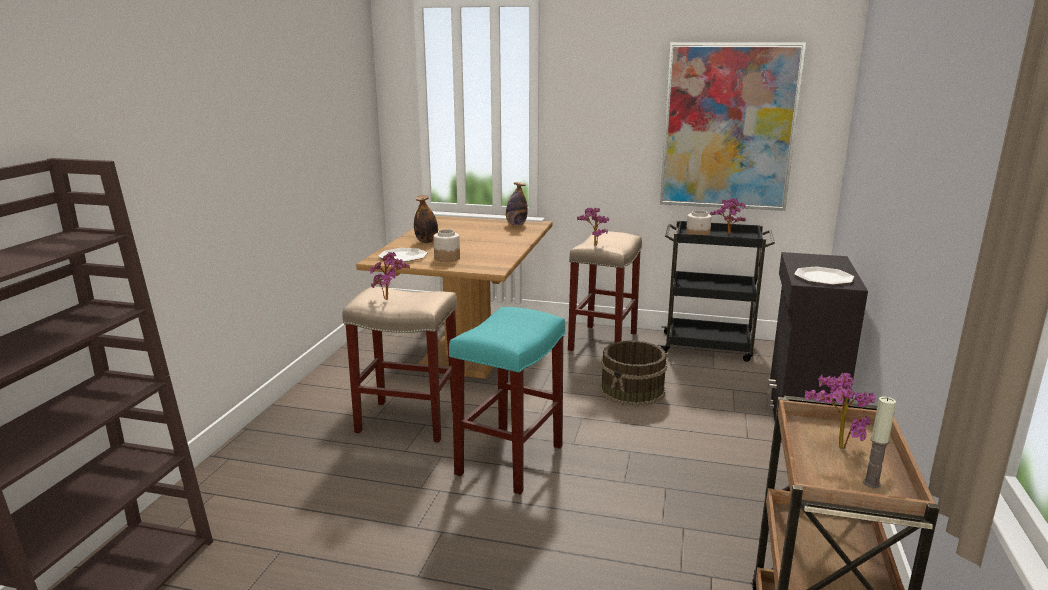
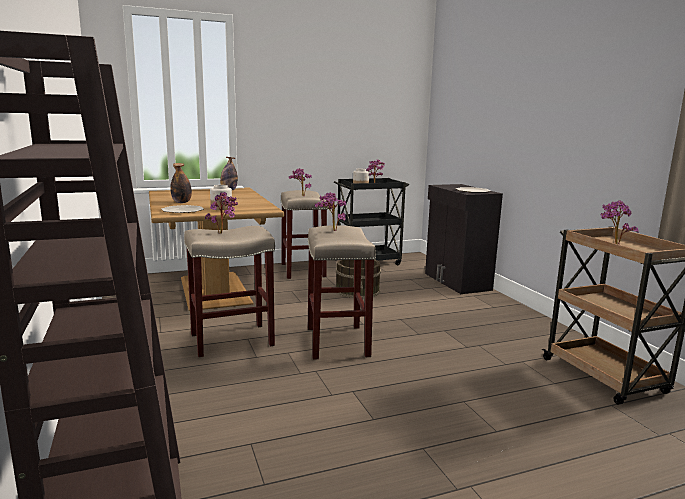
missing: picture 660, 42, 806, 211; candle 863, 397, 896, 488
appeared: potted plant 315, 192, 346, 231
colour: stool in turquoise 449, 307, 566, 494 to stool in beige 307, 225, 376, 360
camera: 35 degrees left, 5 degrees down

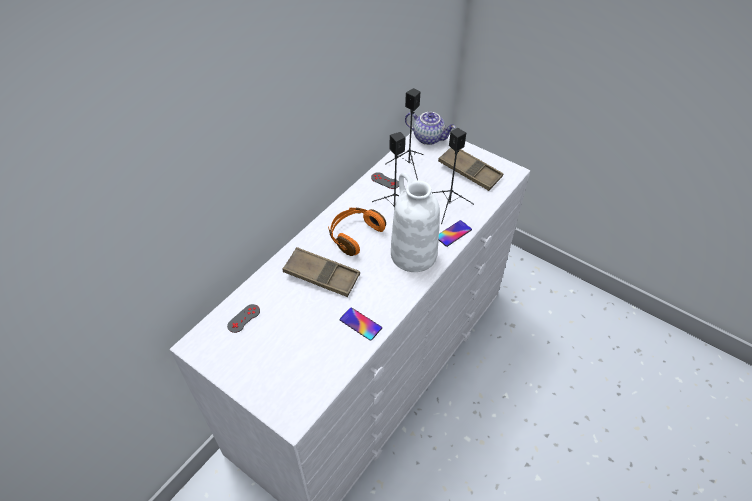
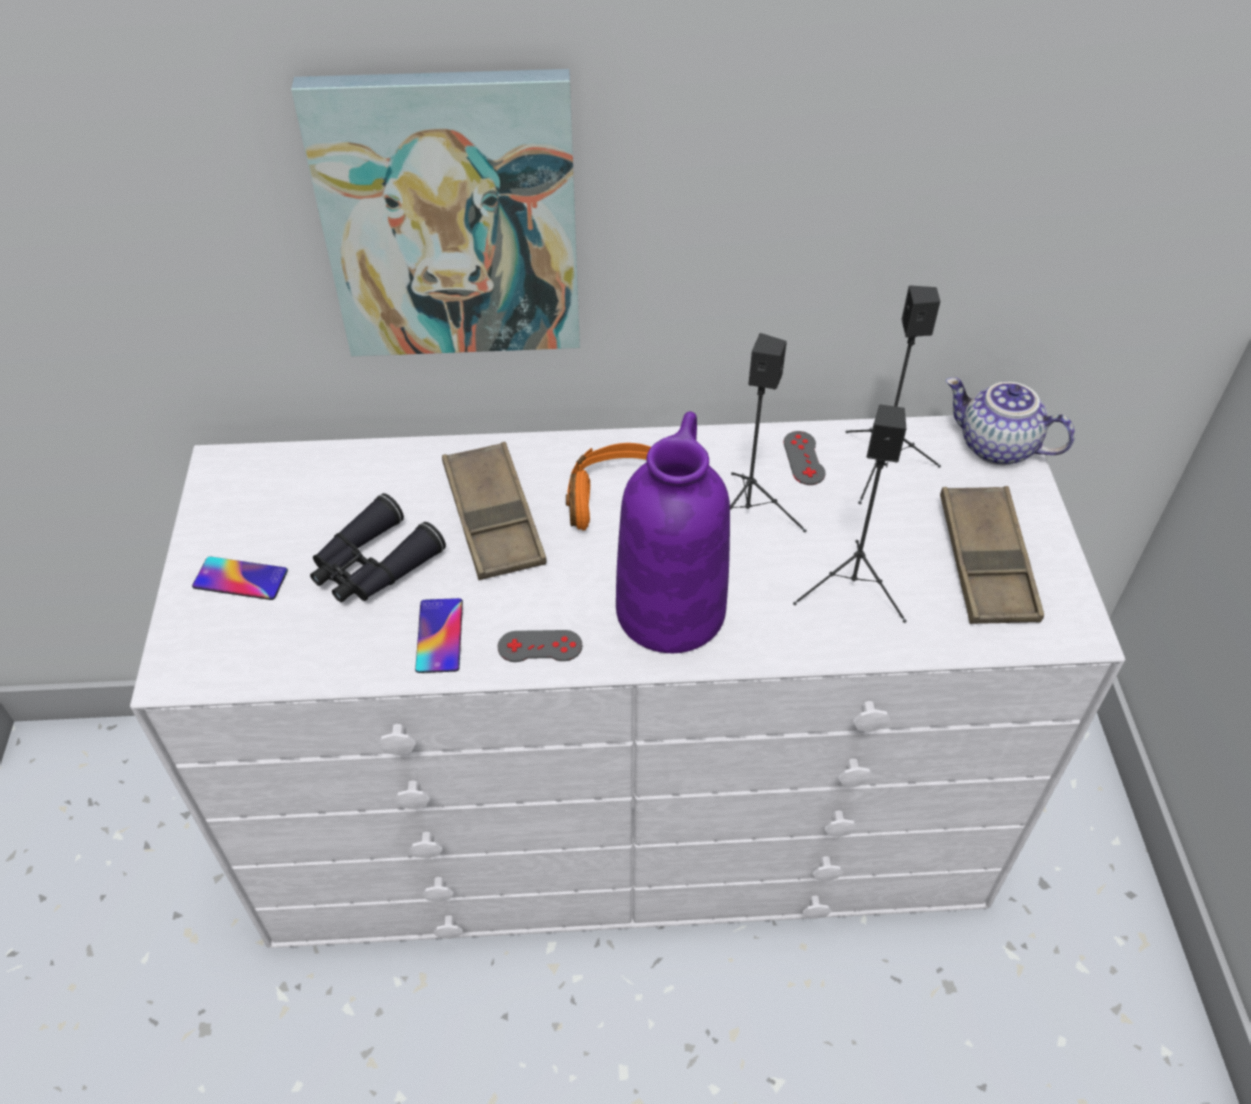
appeared: picture 291, 69, 580, 356; binoculars in black 310, 493, 446, 602
relocated: game controller in grey 227, 304, 260, 333 to 498, 630, 582, 662; phone 439, 220, 472, 247 to 192, 557, 288, 600
colour: vase in white 391, 173, 440, 272 to vase in purple 616, 411, 730, 653
spun: teapot 405, 112, 456, 145 = 946, 377, 1075, 465 135 degrees clockwise
camera: 50 degrees right, 0 degrees up

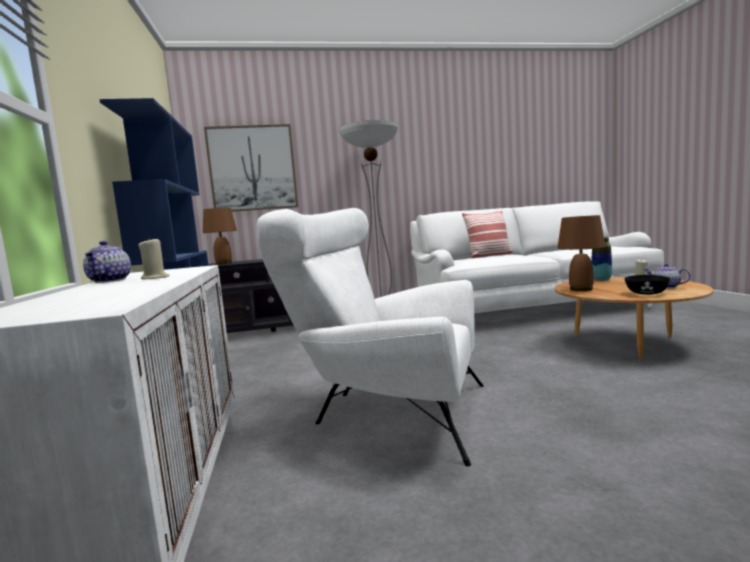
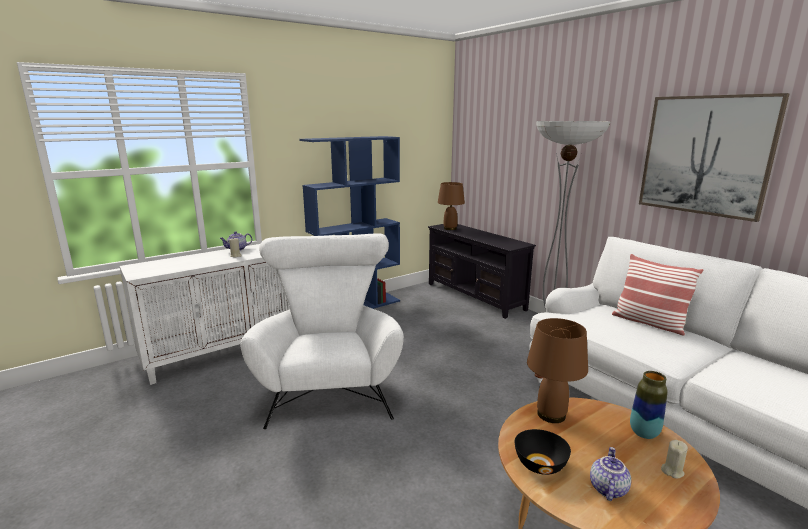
relocated: picture 204, 124, 298, 212 to 639, 93, 790, 222
camera: 65 degrees right, 10 degrees up

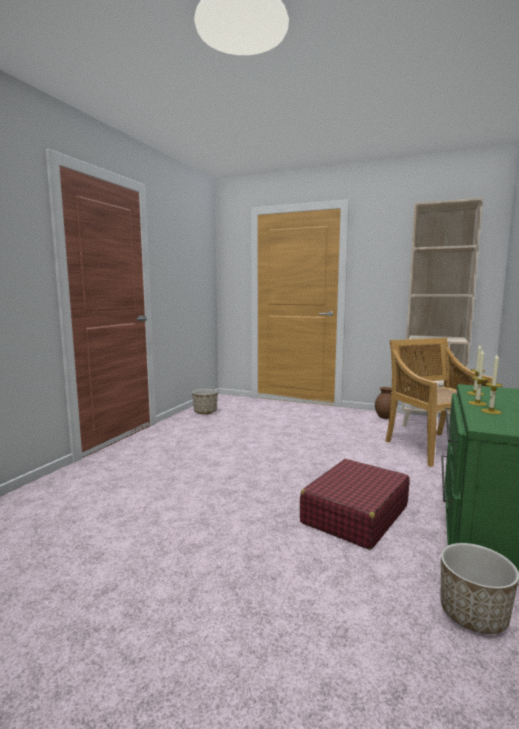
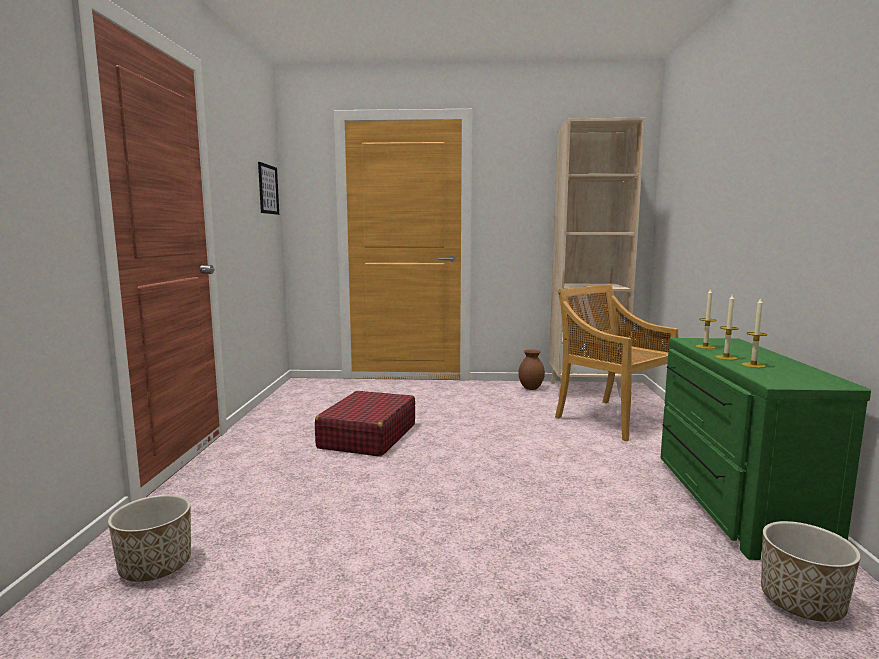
appeared: picture 258, 162, 279, 215
relocated: planter 192, 389, 218, 415 to 108, 494, 191, 582; suitcase in red 300, 459, 409, 550 to 315, 391, 415, 457
camera: 20 degrees left, 0 degrees up

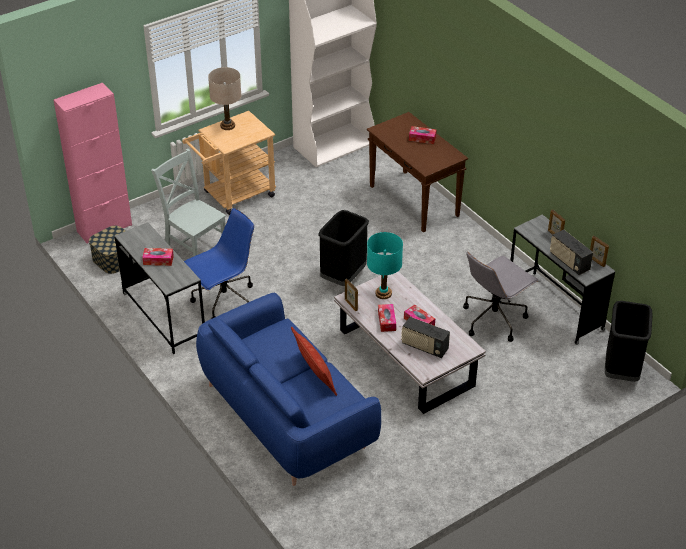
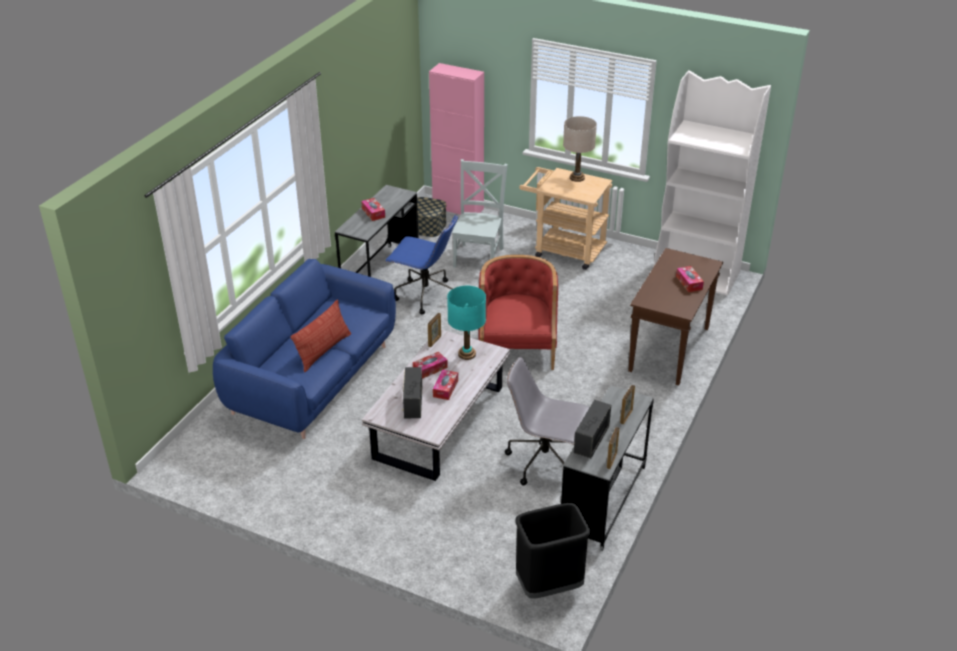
exchanged: trash can in black 318, 210, 369, 286 to armchair in red 478, 255, 558, 370
camera: 60 degrees right, 5 degrees down

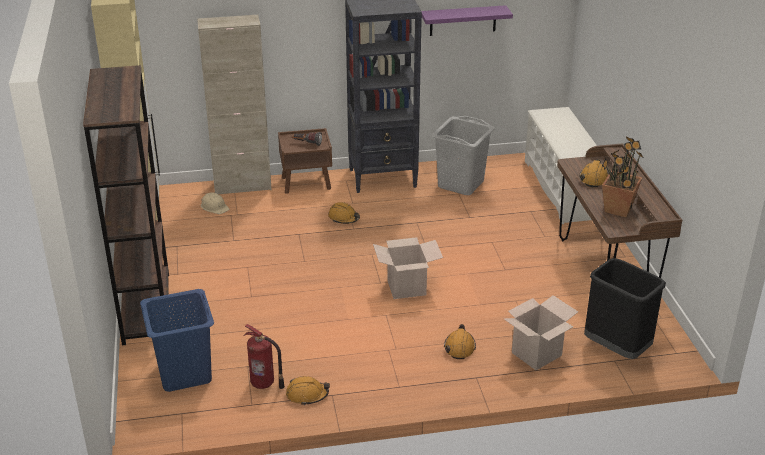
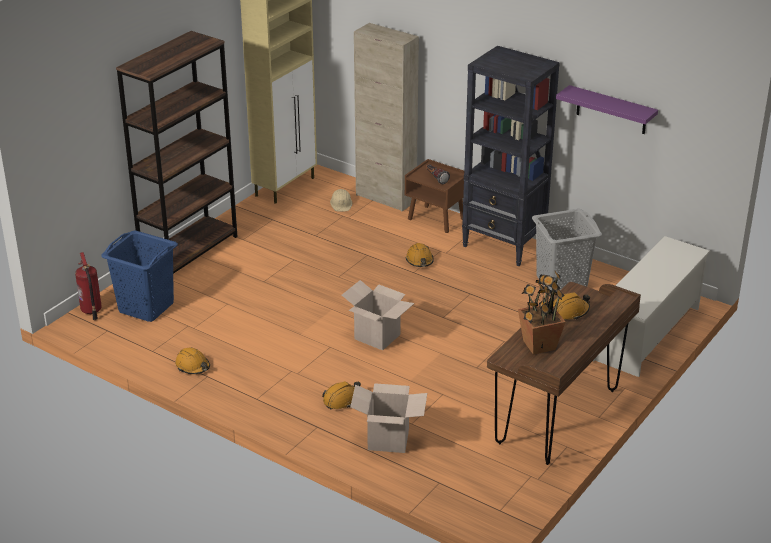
missing: trash can in black 584, 258, 666, 359
relocated: fire extinguisher 244, 324, 285, 389 to 75, 252, 102, 320
camera: 45 degrees right, 0 degrees up

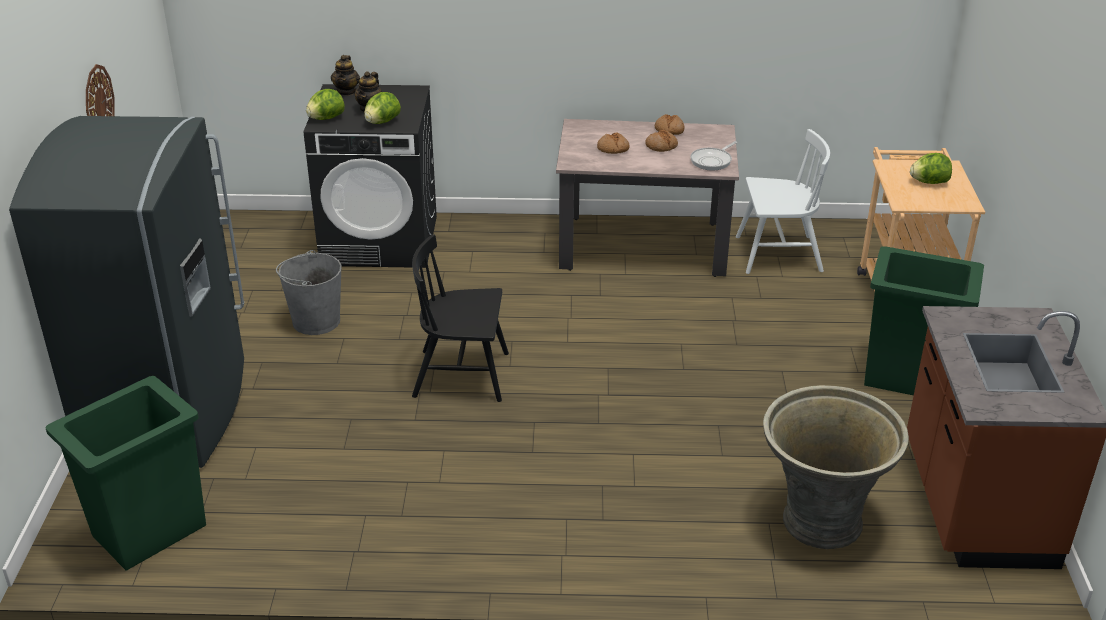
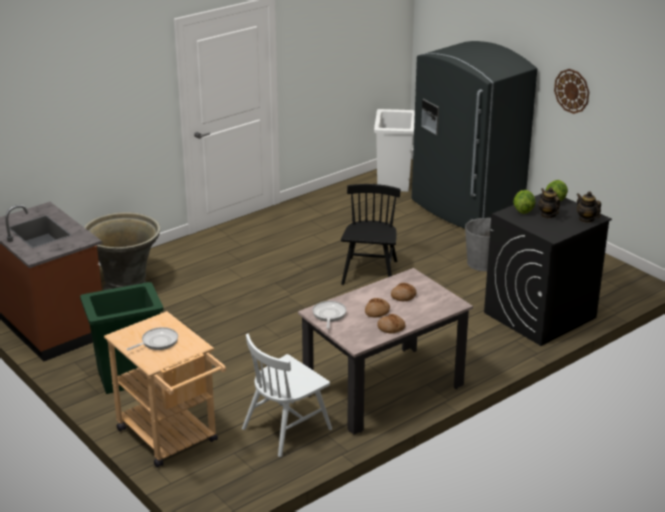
exchanged: lettuce 910, 153, 952, 184 to frying pan 127, 327, 178, 350
colour: trash can in green 46, 376, 206, 571 to trash can in white 374, 109, 415, 192
spun: chair in black 412, 234, 509, 402 = 341, 184, 400, 285 45 degrees counterclockwise
camera: 140 degrees right, 5 degrees down

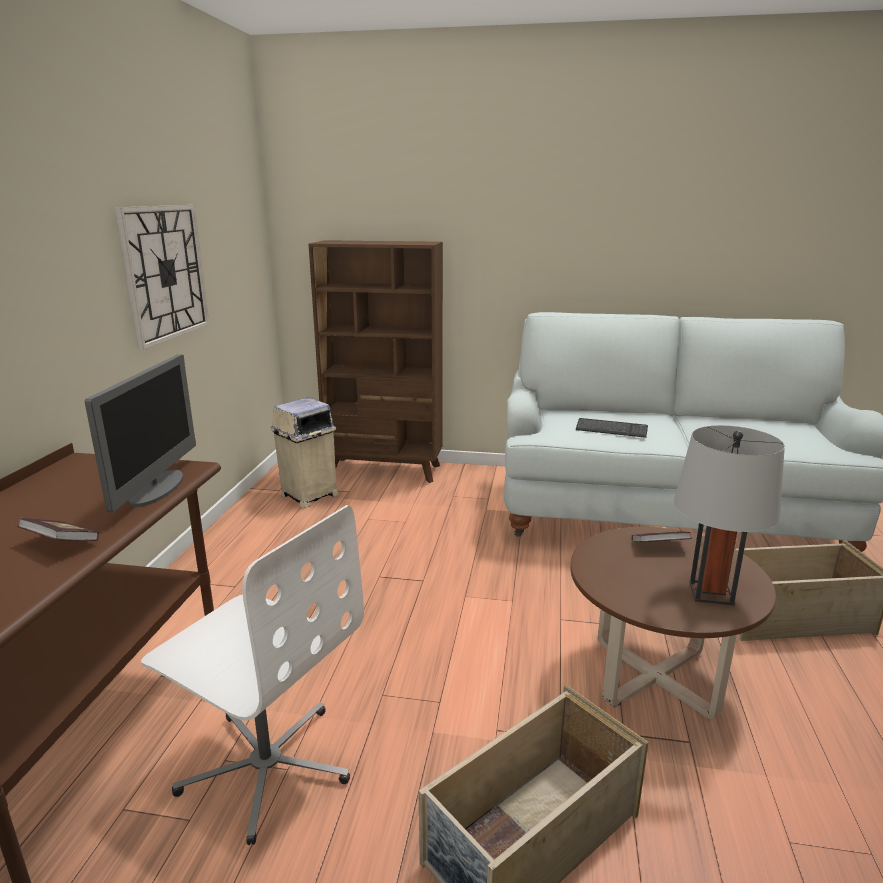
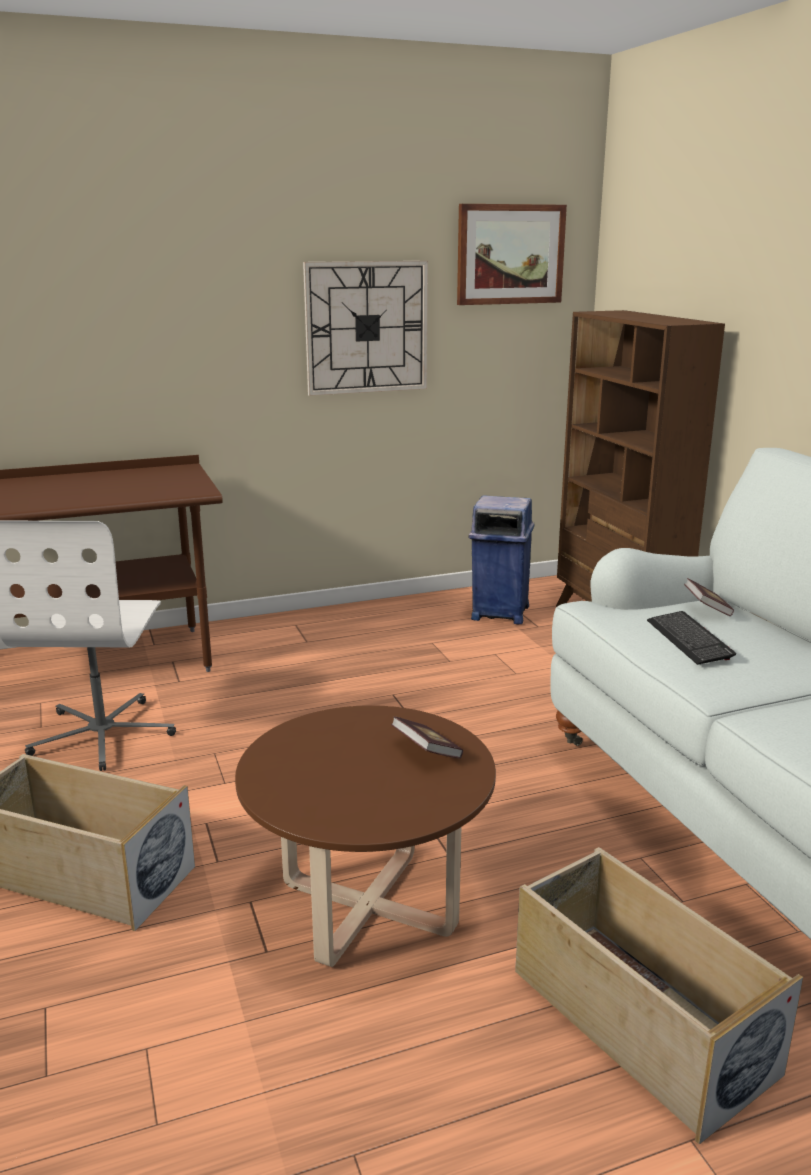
missing: monitor 85, 354, 196, 512; table lamp in grey 674, 425, 785, 605
appeared: picture 457, 204, 567, 305
relocated: book 18, 518, 99, 541 to 684, 578, 734, 616
colour: trash can in beige 270, 397, 338, 508 to trash can in blue 469, 495, 534, 624
camera: 60 degrees right, 0 degrees up

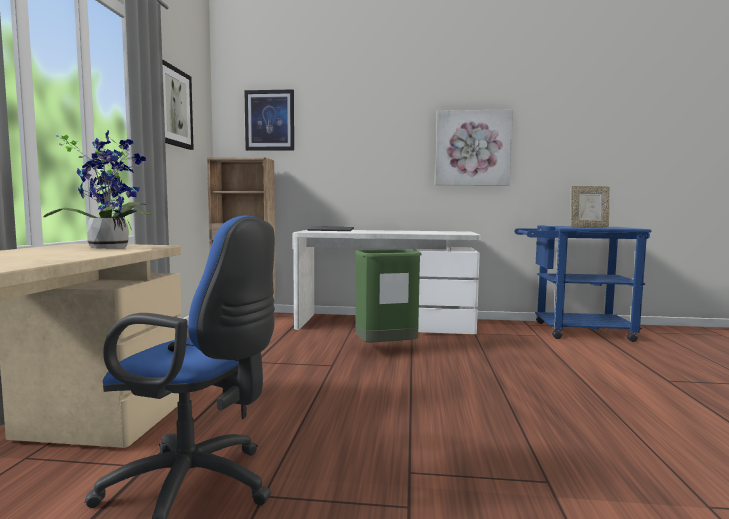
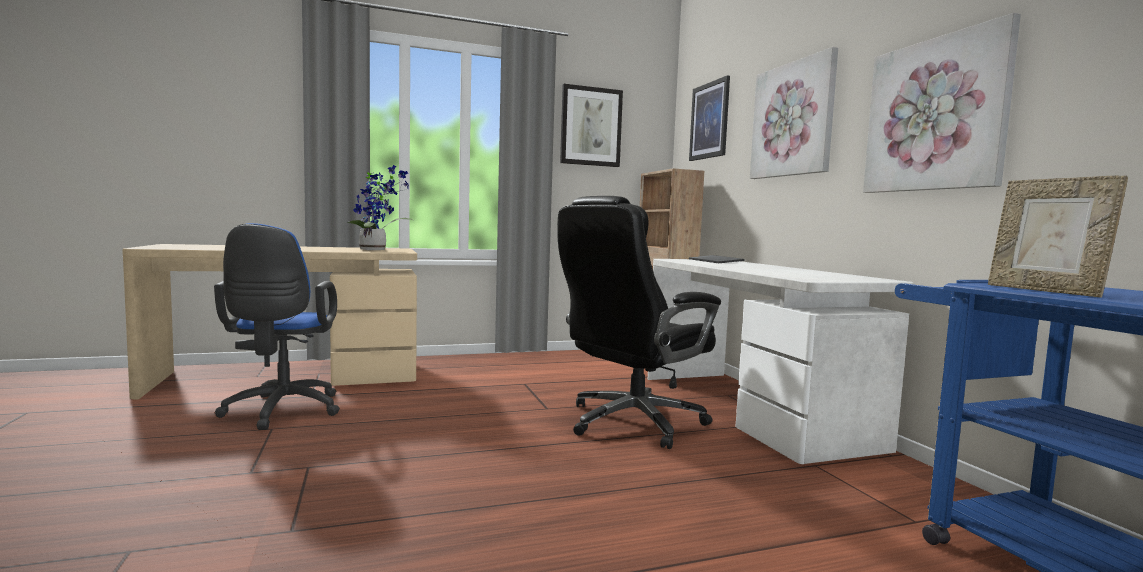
appeared: picture 750, 47, 838, 179
exchanged: trash can in green 354, 249, 422, 342 to office chair in black 557, 196, 721, 449
camera: 65 degrees right, 0 degrees up

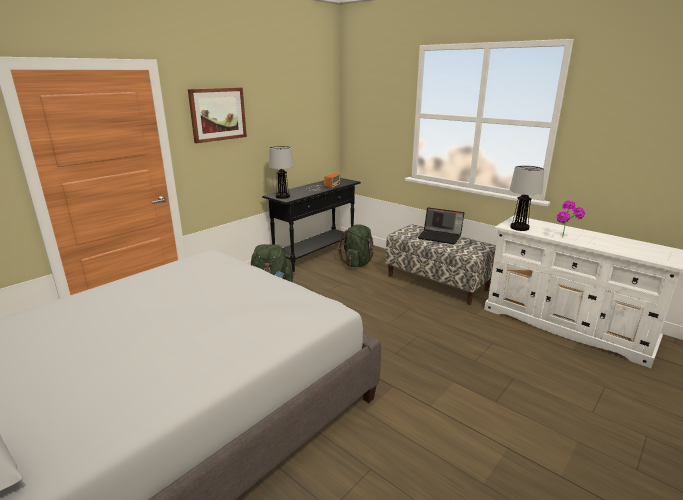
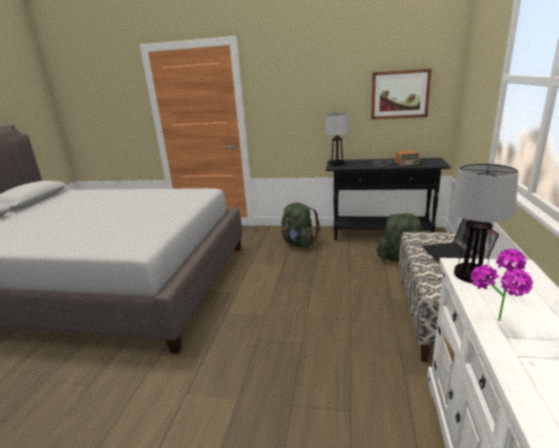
relocated: picture 188, 88, 247, 143 to 371, 69, 432, 120
camera: 60 degrees right, 0 degrees up

